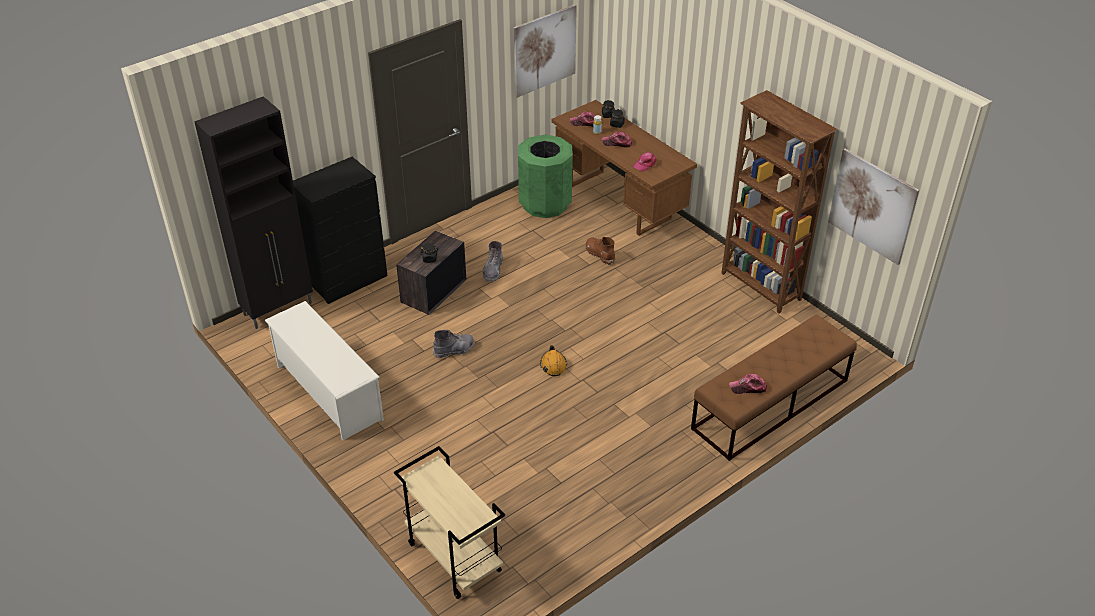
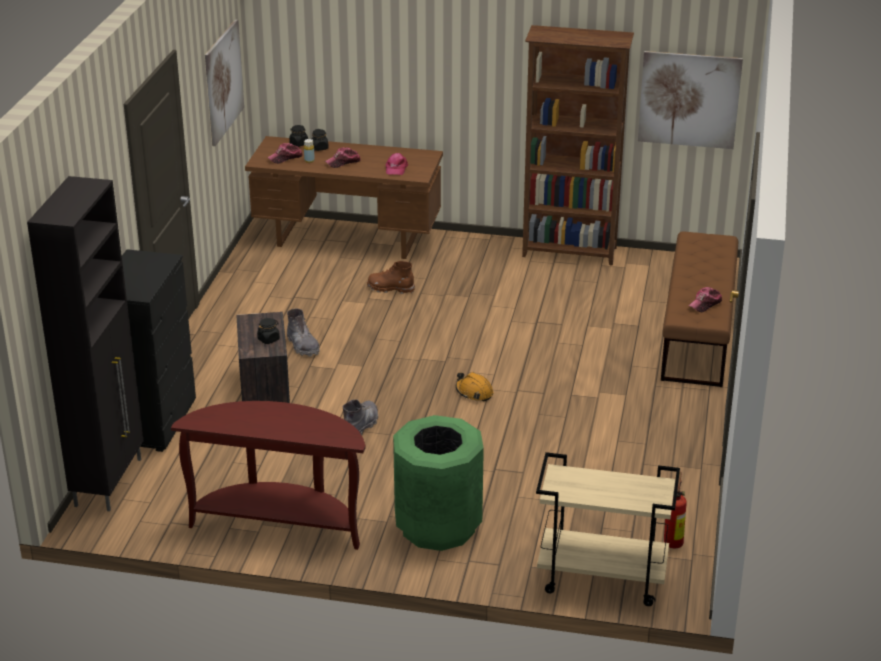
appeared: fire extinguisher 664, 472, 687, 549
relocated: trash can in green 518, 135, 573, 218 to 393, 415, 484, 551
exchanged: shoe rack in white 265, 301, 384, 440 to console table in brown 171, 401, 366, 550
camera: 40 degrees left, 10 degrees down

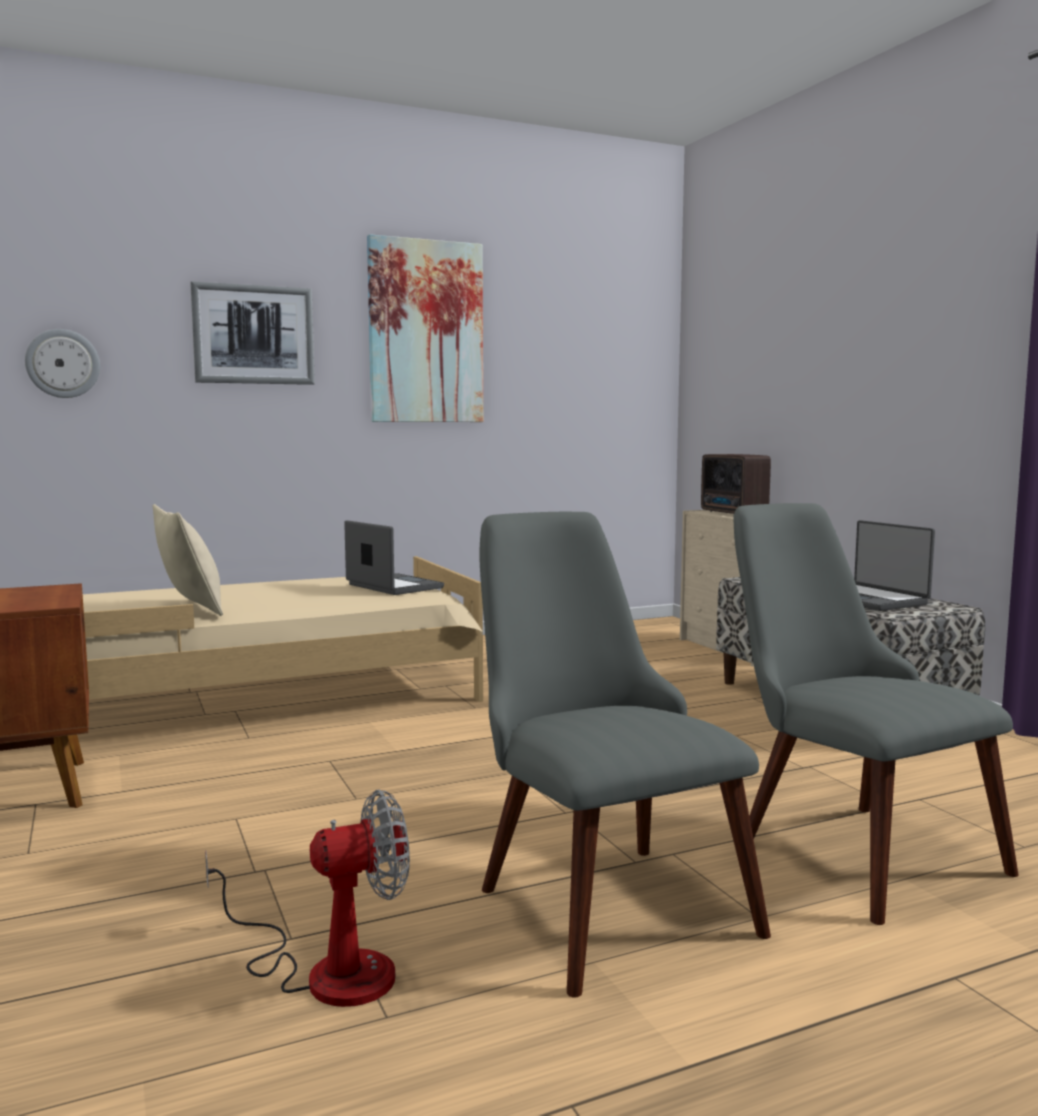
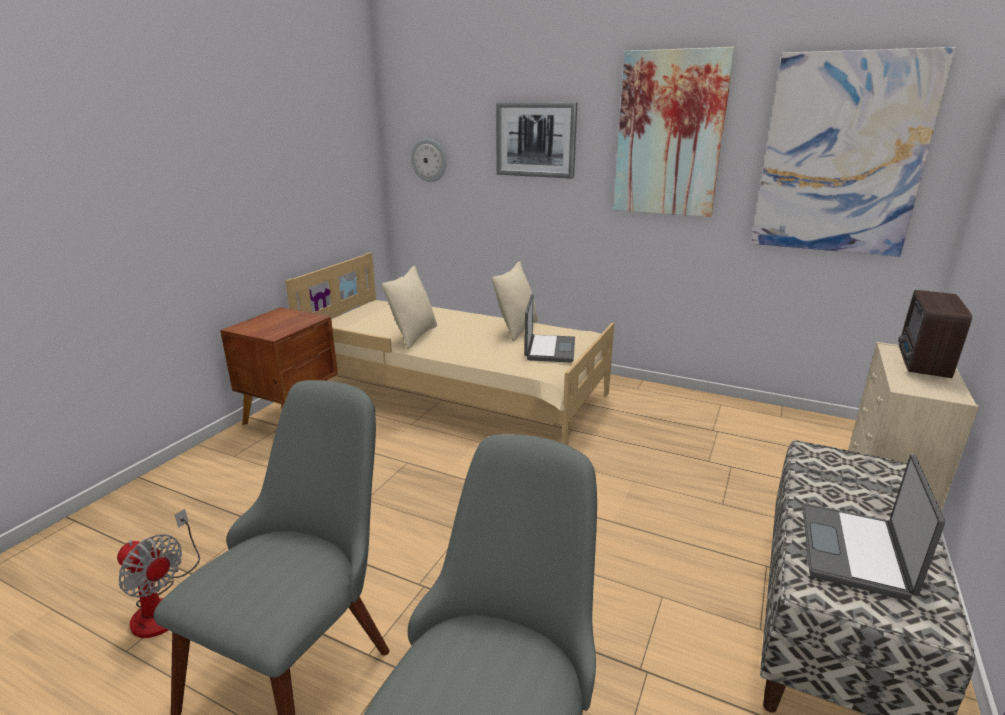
appeared: pillow in beige 492, 261, 538, 341; picture 751, 47, 956, 257
camera: 50 degrees right, 15 degrees up

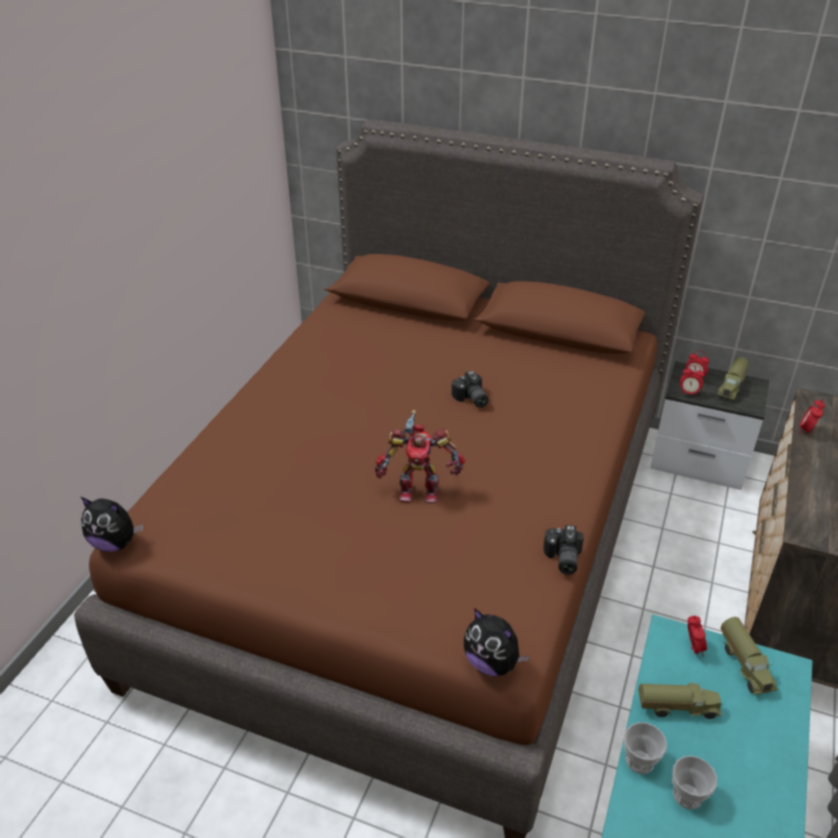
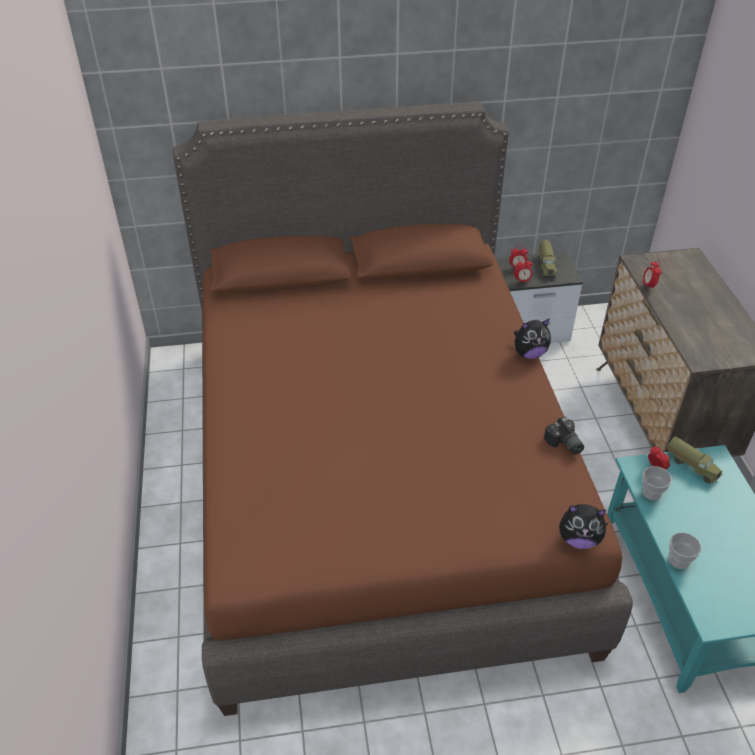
missing: toy robot 375, 409, 465, 503; photo camera 452, 371, 488, 408; toy truck 638, 683, 722, 719
relocated: plush toy 81, 497, 143, 552 to 514, 318, 551, 359; cup 672, 756, 717, 810 to 642, 466, 672, 500
camera: 30 degrees left, 5 degrees up

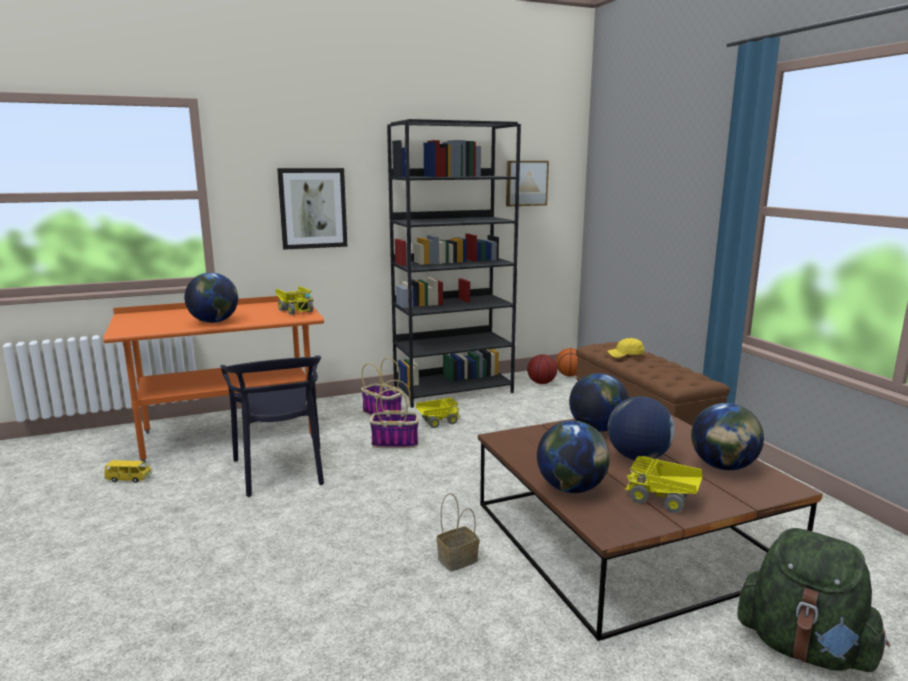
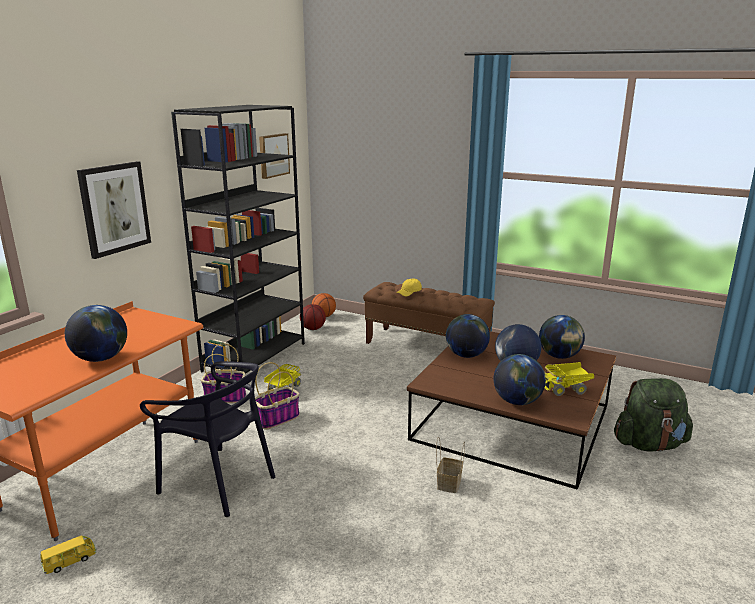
missing: toy truck 276, 286, 314, 315
camera: 40 degrees left, 5 degrees up

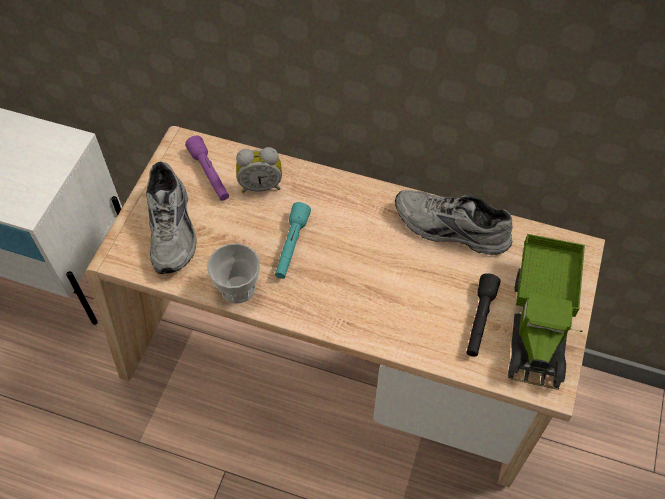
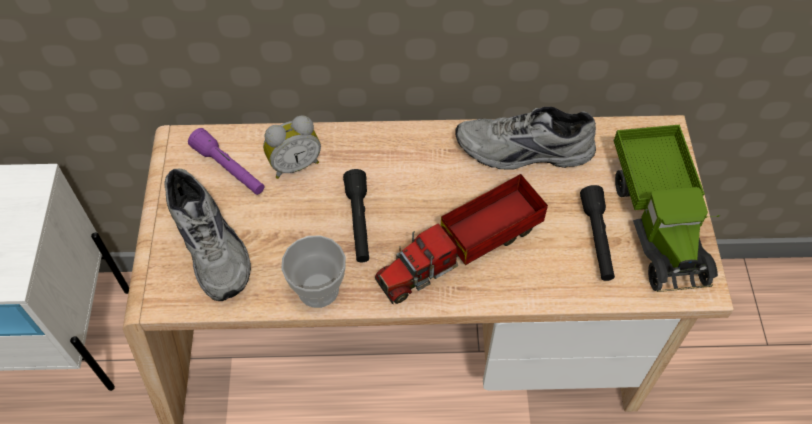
appeared: toy truck 375, 174, 548, 304
colour: flashlight in turquoise 275, 202, 311, 279 to flashlight in black 343, 169, 369, 262
camera: 20 degrees left, 0 degrees up

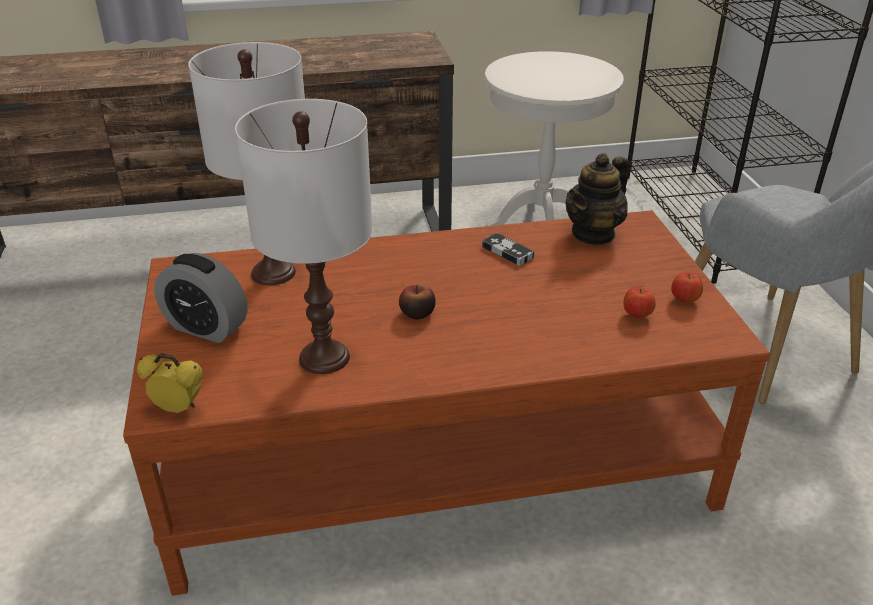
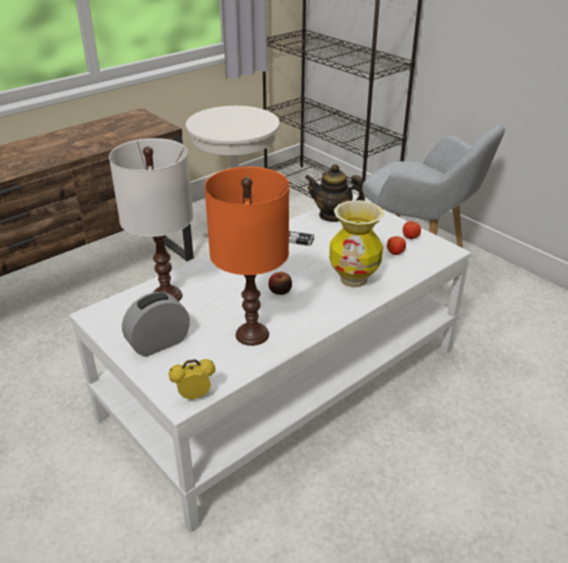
appeared: vase 329, 200, 384, 288
colour: coffee table in brown 123, 210, 770, 596 to coffee table in white 69, 195, 471, 532; table lamp in white 235, 99, 373, 374 to table lamp in orange 204, 167, 289, 346
spun: alarm clock 154, 253, 247, 343 = 122, 292, 190, 357 150 degrees clockwise; teapot 566, 153, 629, 246 = 305, 164, 365, 222 90 degrees clockwise
camera: 30 degrees left, 0 degrees up

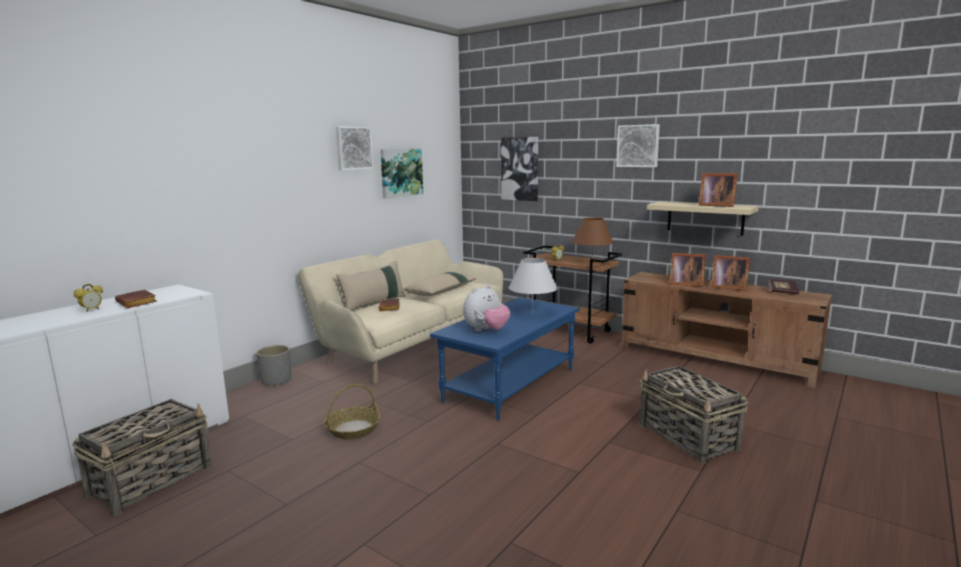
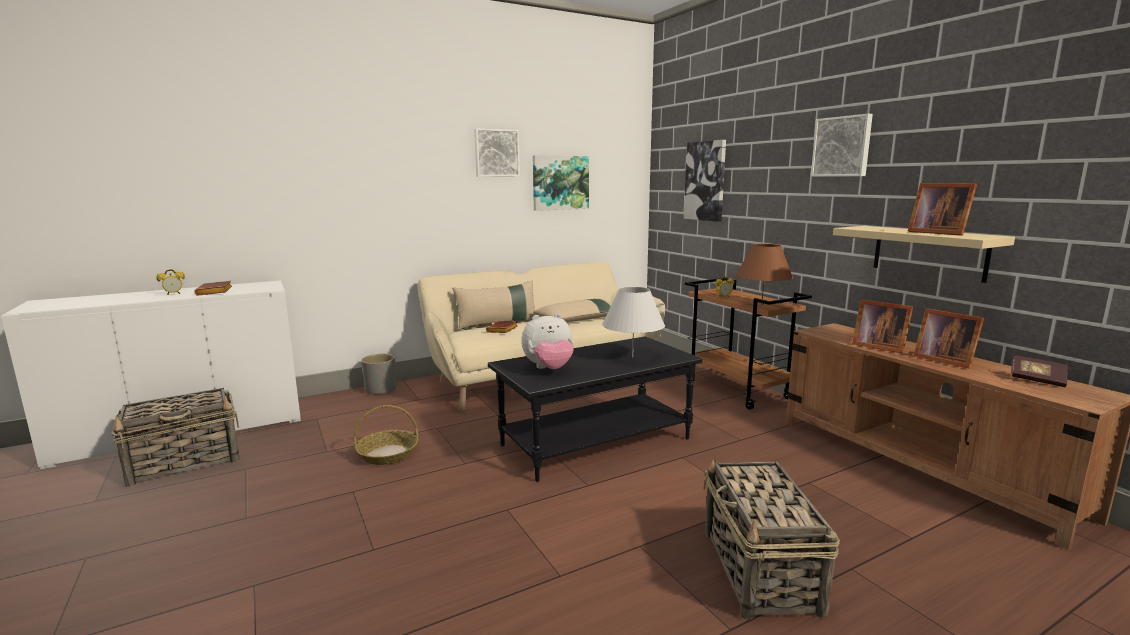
colour: coffee table in blue 430, 297, 579, 421 to coffee table in black 488, 336, 702, 482
camera: 25 degrees right, 0 degrees up

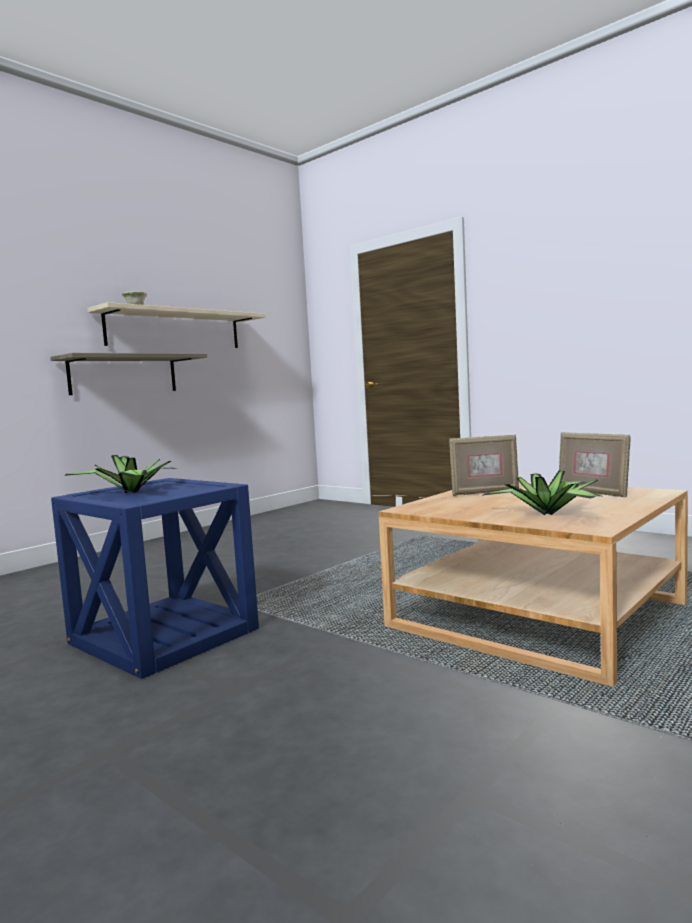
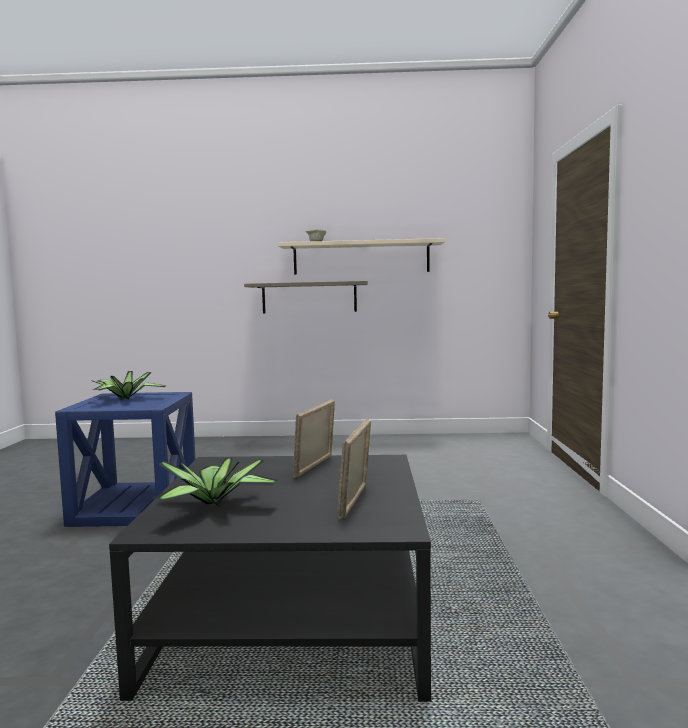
colour: coffee table in beige 379, 481, 688, 687 to coffee table in black 109, 455, 431, 702
spun: picture frame 449, 434, 519, 496 = 293, 399, 335, 478 75 degrees clockwise
camera: 50 degrees right, 0 degrees up

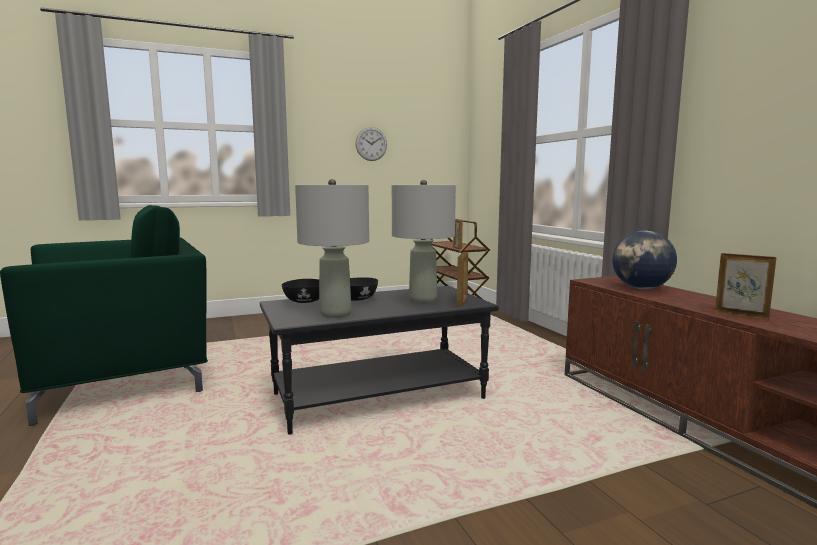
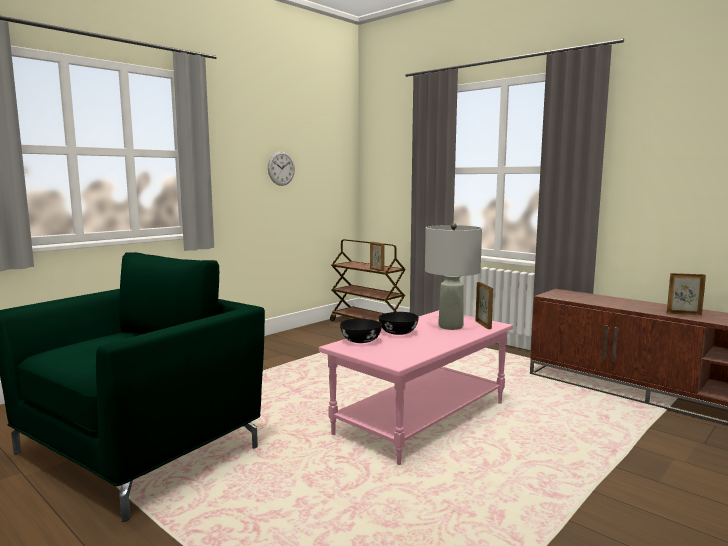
missing: table lamp in grey 295, 179, 369, 318; globe 612, 231, 677, 289
colour: coffee table in black 260, 286, 499, 435 to coffee table in pink 319, 310, 513, 465
camera: 25 degrees left, 0 degrees up

